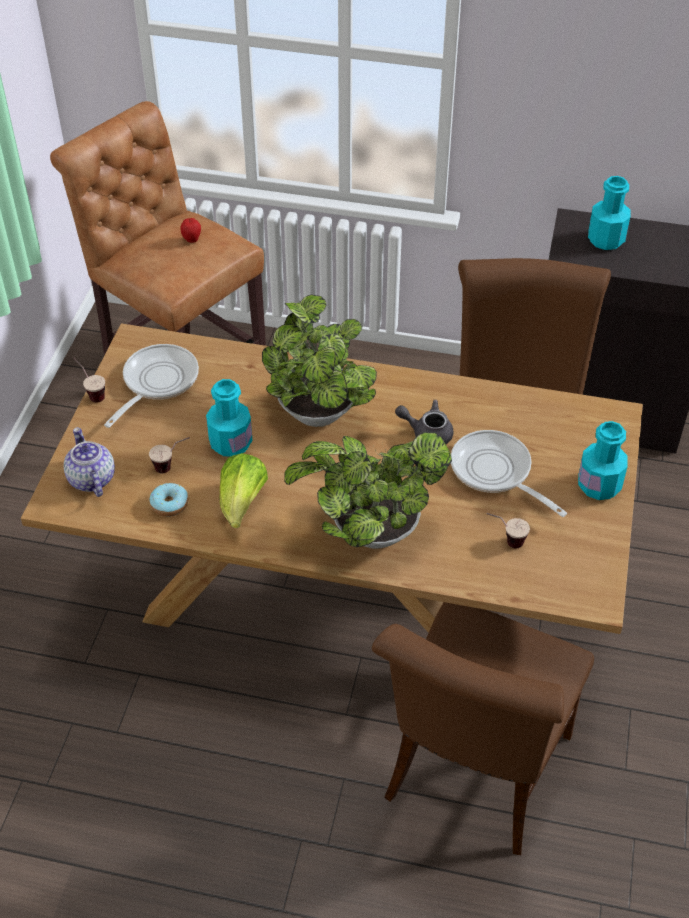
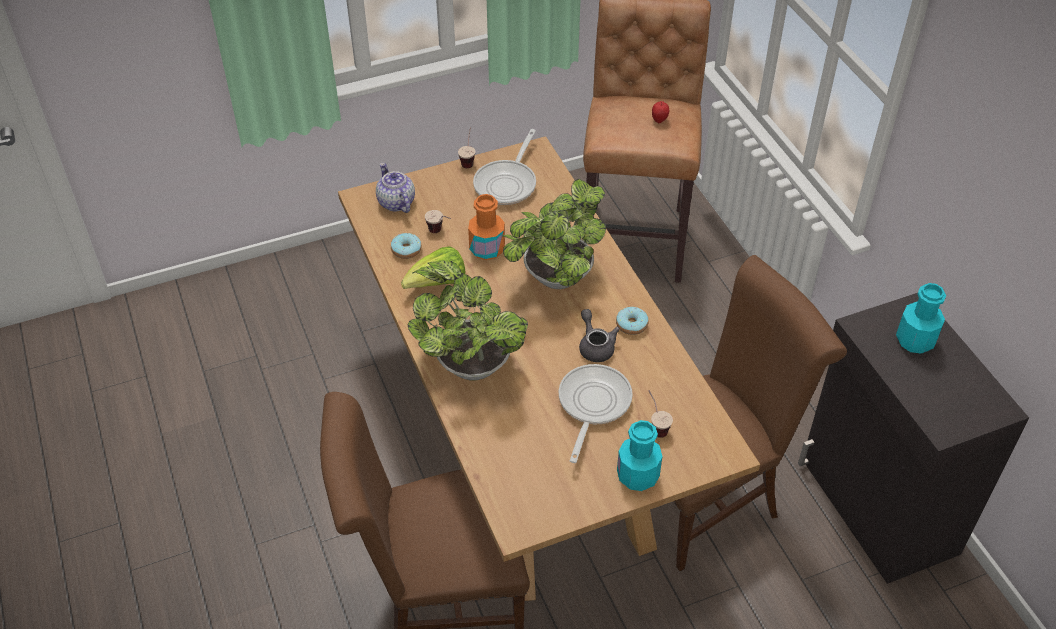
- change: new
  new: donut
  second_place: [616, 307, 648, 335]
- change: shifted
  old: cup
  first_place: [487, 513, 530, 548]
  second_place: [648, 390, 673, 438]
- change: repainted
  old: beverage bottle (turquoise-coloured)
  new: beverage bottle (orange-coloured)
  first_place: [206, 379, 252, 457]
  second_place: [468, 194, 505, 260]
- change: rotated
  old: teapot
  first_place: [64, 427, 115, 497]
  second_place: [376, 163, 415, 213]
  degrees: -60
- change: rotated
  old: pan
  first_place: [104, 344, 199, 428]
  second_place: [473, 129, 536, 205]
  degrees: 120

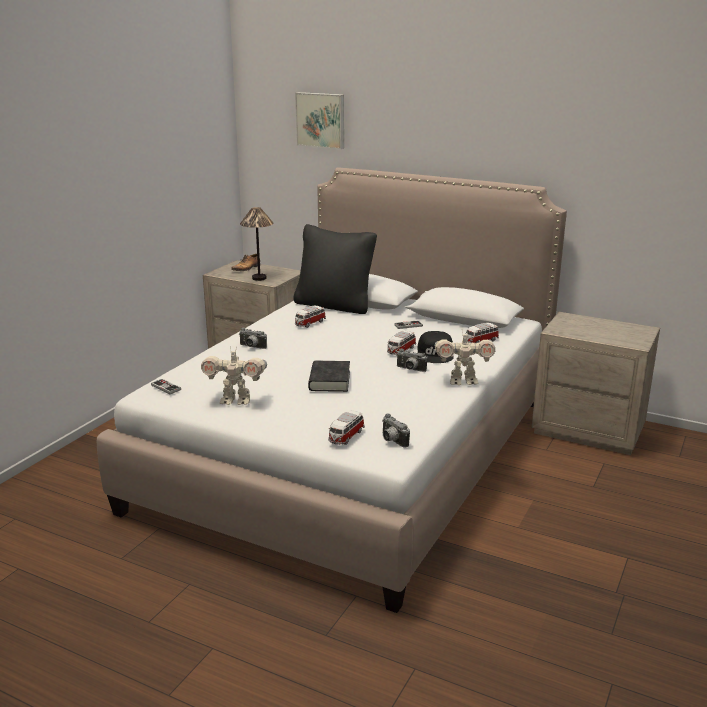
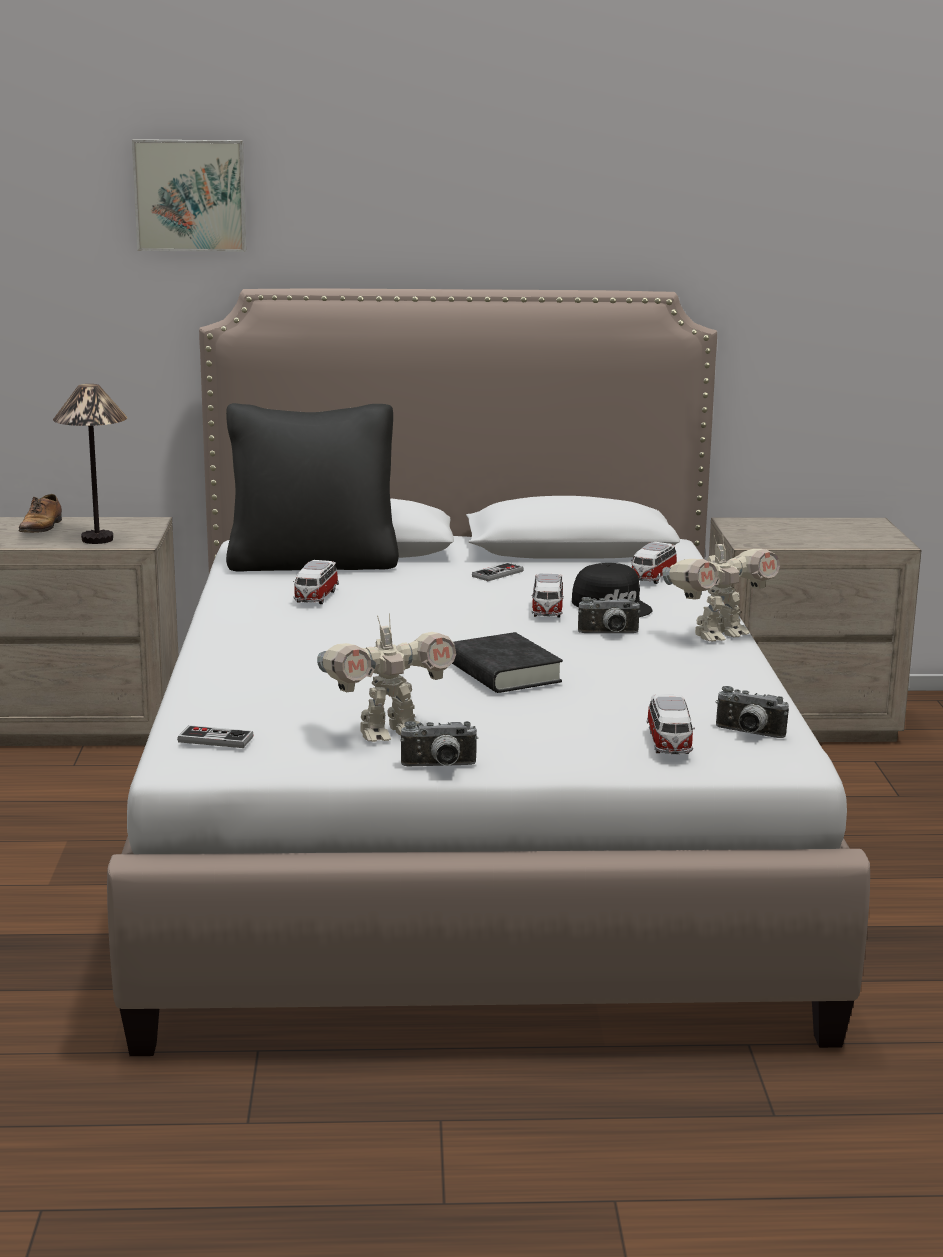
- change: shifted
  old: still camera
  first_place: [239, 328, 267, 349]
  second_place: [400, 721, 478, 766]

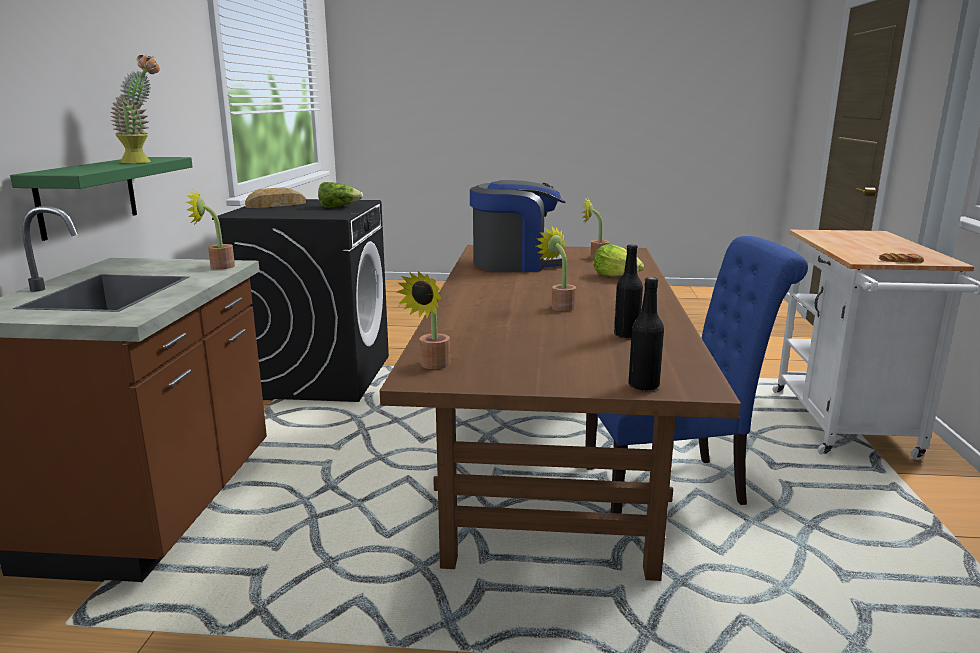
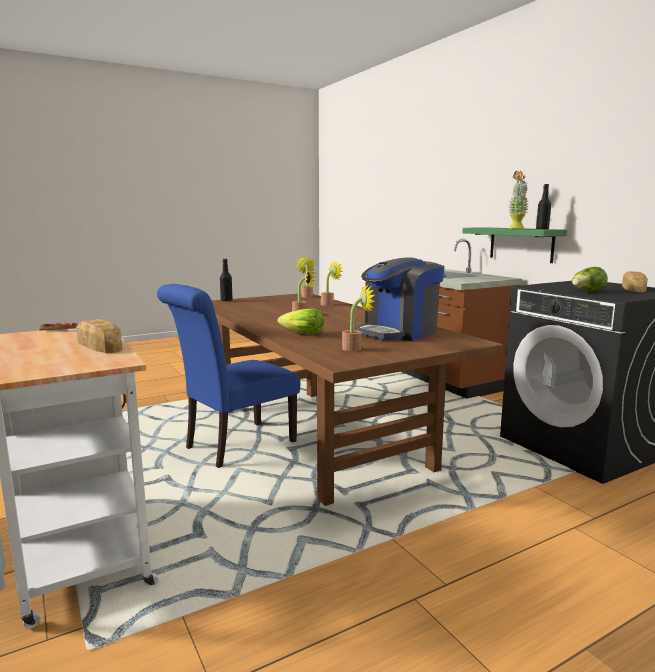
- change: new
  new: baked bread
  second_place: [76, 319, 122, 353]
- change: shifted
  old: plant in a pot
  first_place: [186, 190, 235, 269]
  second_place: [321, 261, 343, 306]
- change: shifted
  old: beverage bottle (black-coloured)
  first_place: [614, 244, 643, 338]
  second_place: [536, 184, 551, 229]

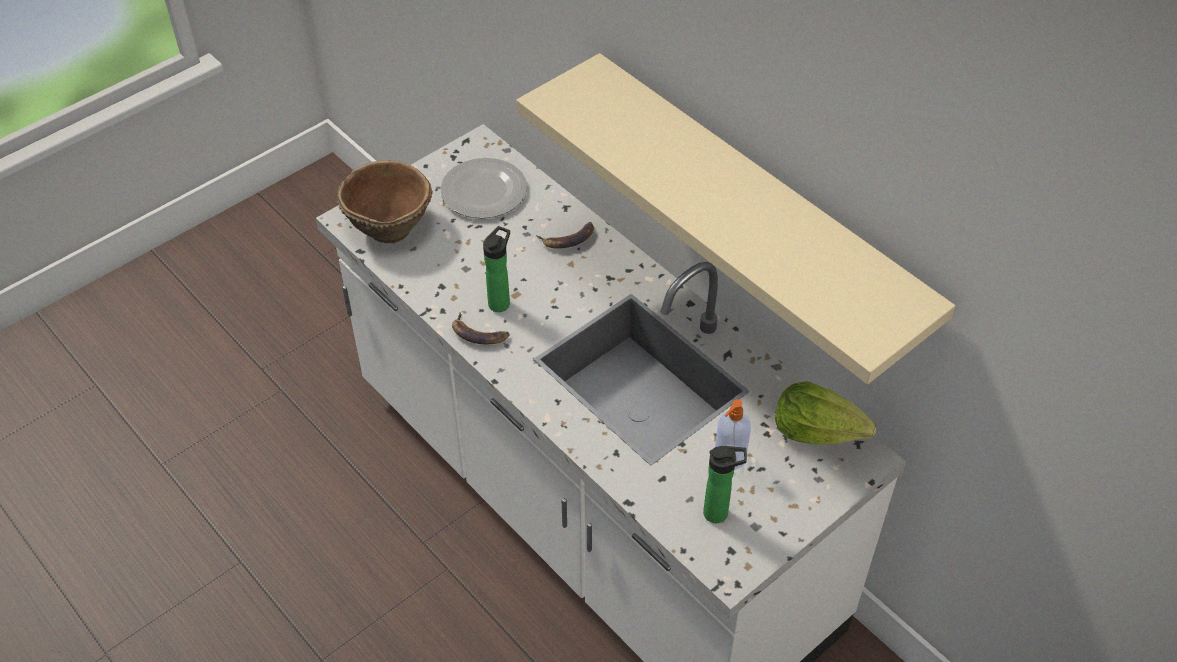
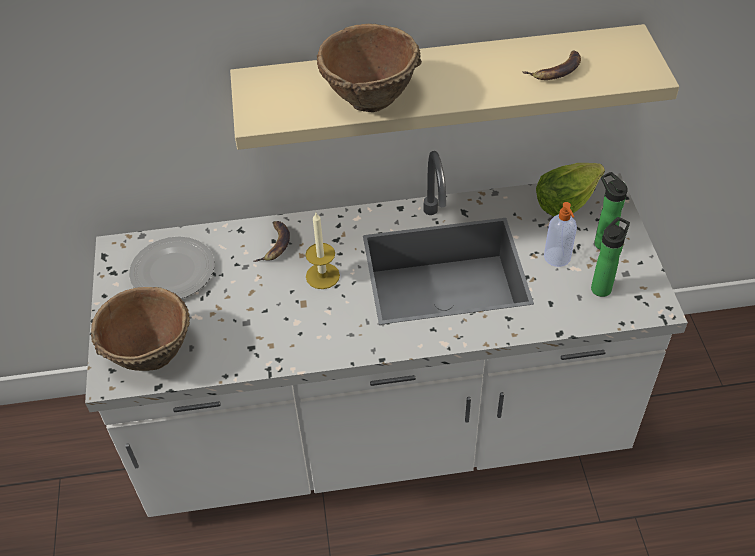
- change: new
  new: wax light
  second_place: [305, 213, 340, 289]
- change: new
  new: serving bowl (brown-coloured)
  second_place: [317, 24, 422, 112]
- change: shifted
  old: whole banana
  first_place: [452, 313, 509, 344]
  second_place: [522, 50, 581, 80]
- change: shifted
  old: beverage bottle
  first_place: [483, 226, 510, 312]
  second_place: [594, 172, 628, 250]

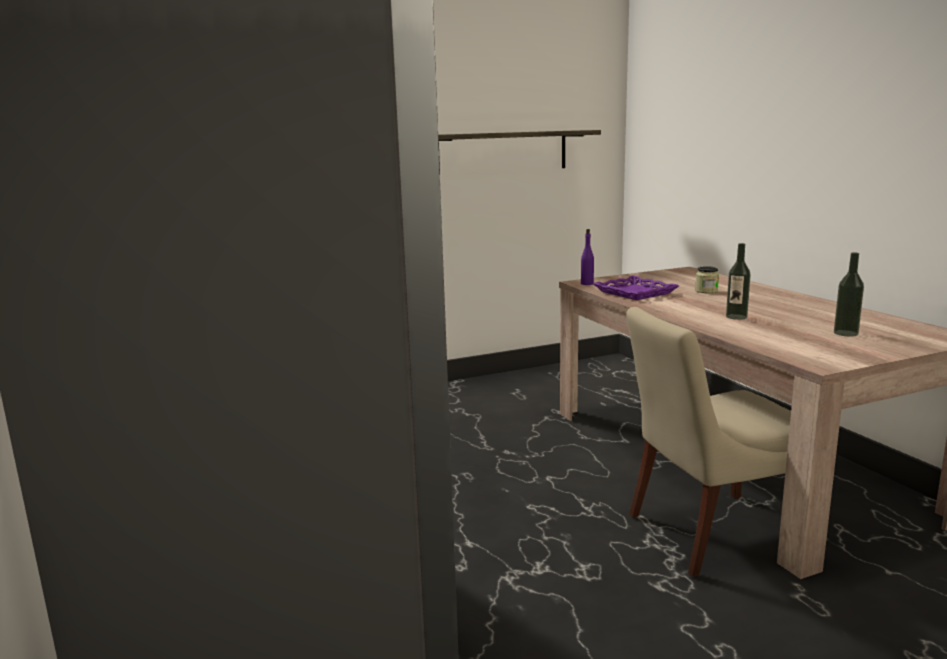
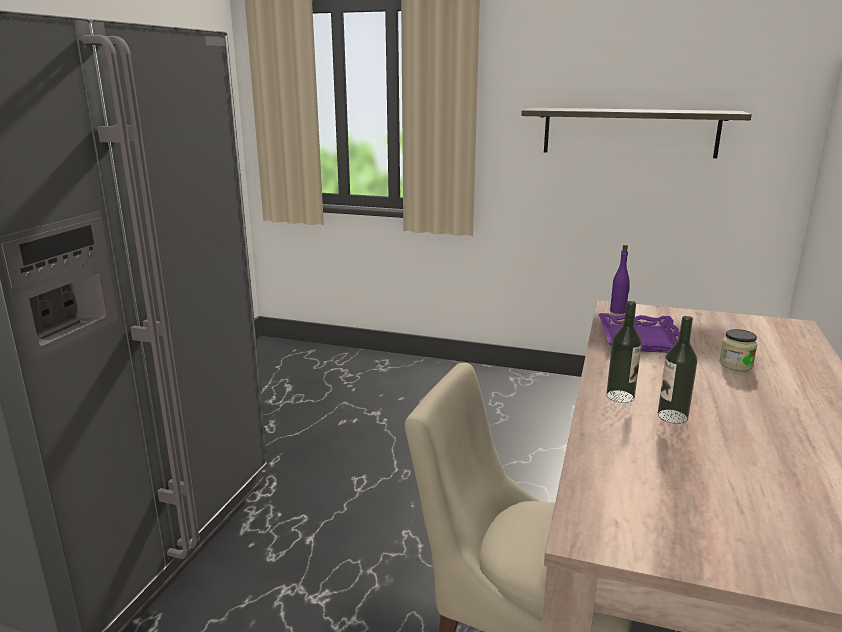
- change: shifted
  old: beverage bottle
  first_place: [834, 252, 864, 336]
  second_place: [606, 301, 642, 403]

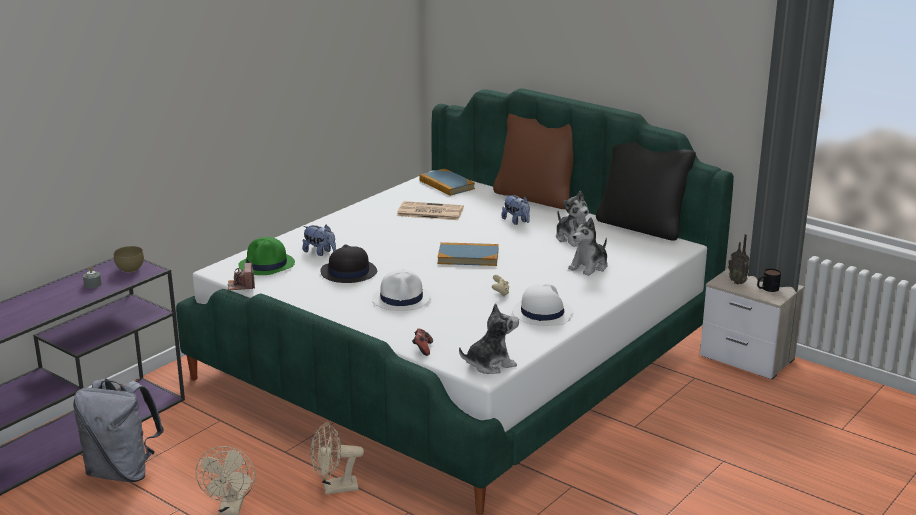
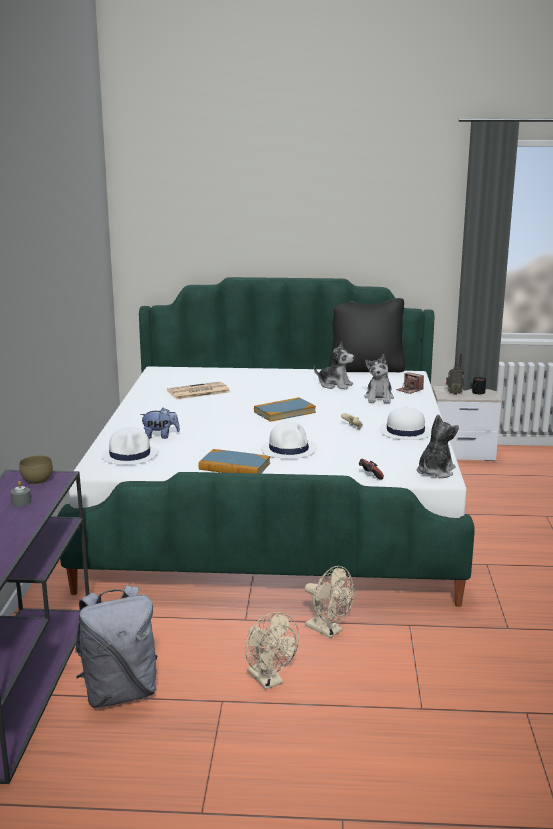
- change: gone
  old: wearable hat (black-coloured)
  first_place: [320, 244, 377, 283]
- change: gone
  old: throw pillow (brown-coloured)
  first_place: [493, 113, 573, 209]
- change: gone
  old: soft toy
  first_place: [501, 195, 530, 225]
- change: shifted
  old: still camera
  first_place: [227, 263, 255, 290]
  second_place: [396, 372, 424, 394]
- change: shifted
  old: bound book
  first_place: [419, 169, 475, 196]
  second_place: [199, 449, 270, 474]
- change: repainted
  old: wearable hat (greenish)
  new: wearable hat (white-coloured)
  first_place: [238, 237, 295, 275]
  second_place: [101, 427, 158, 465]
- change: rotated
  old: fan (beige-coloured)
  first_place: [311, 421, 364, 494]
  second_place: [305, 566, 355, 638]
  degrees: -90

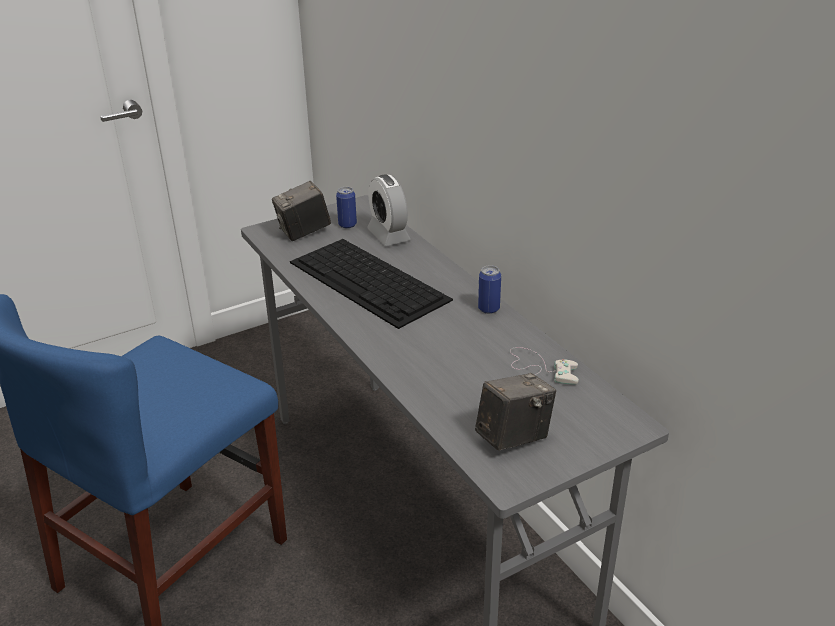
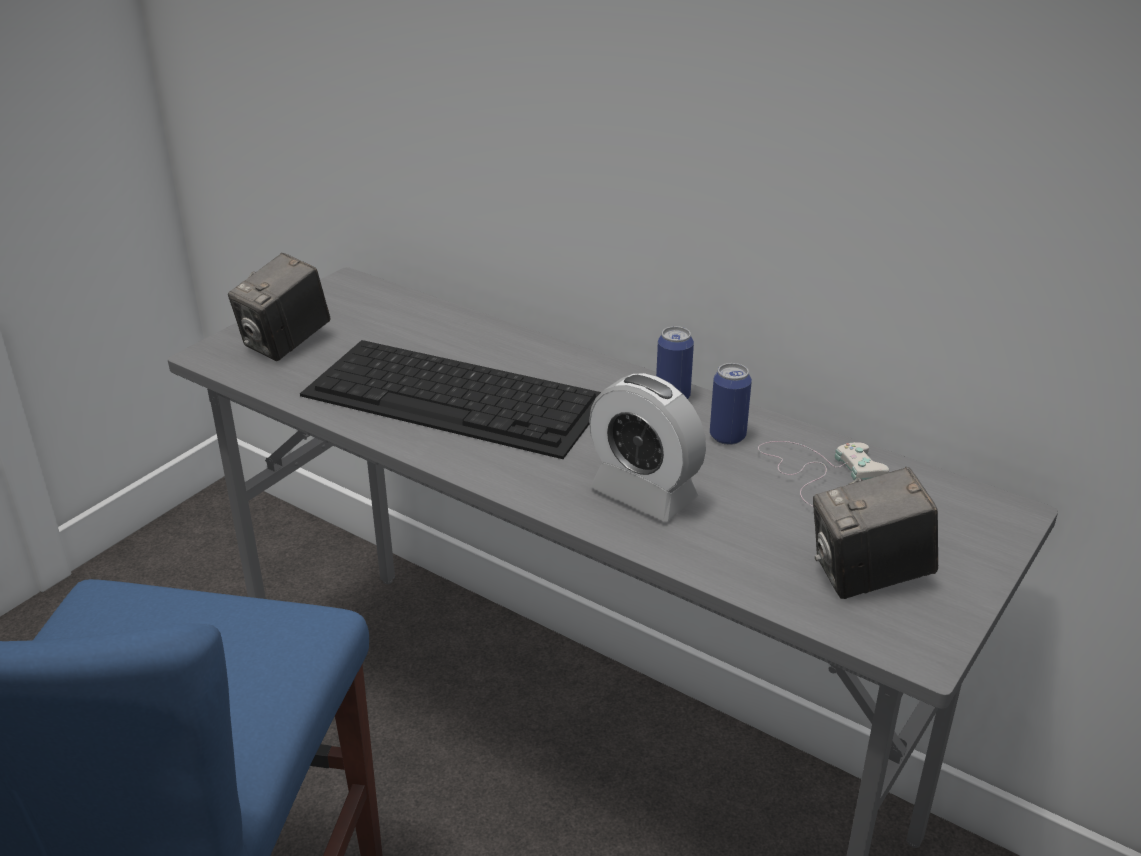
- change: shifted
  old: sealed can
  first_place: [336, 187, 357, 228]
  second_place: [710, 363, 752, 445]
- change: shifted
  old: bedside clock
  first_place: [367, 174, 411, 246]
  second_place: [589, 373, 706, 521]
- change: rotated
  old: still camera
  first_place: [475, 373, 556, 451]
  second_place: [813, 467, 938, 599]
  degrees: -135

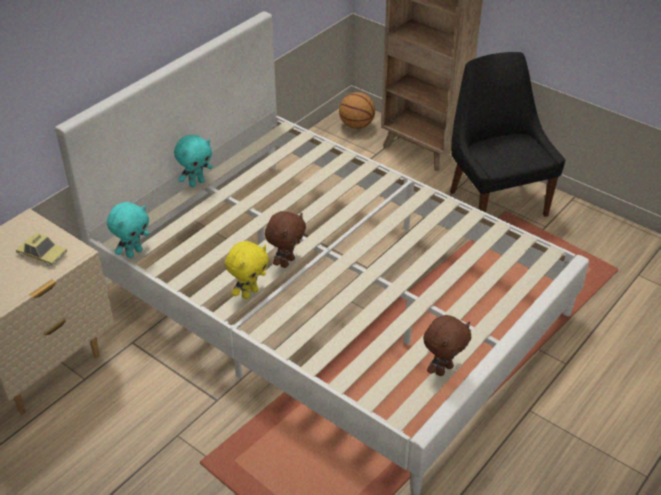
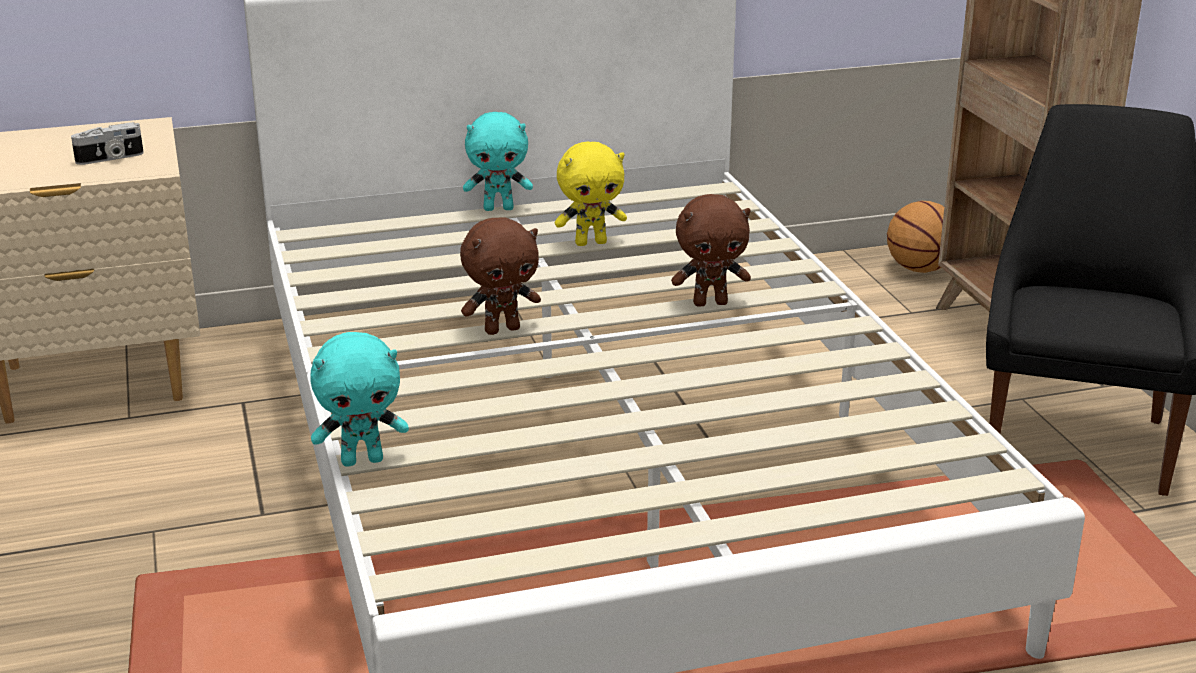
- change: shifted
  old: soft toy (turquoise-coloured)
  first_place: [107, 202, 149, 258]
  second_place: [310, 332, 409, 466]
- change: shifted
  old: soft toy (yellowish)
  first_place: [225, 241, 269, 299]
  second_place: [554, 142, 627, 246]
- change: shifted
  old: soft toy (brown-coloured)
  first_place: [423, 315, 471, 376]
  second_place: [671, 194, 751, 307]
- change: swapped
  old: toy car
  new: still camera
  first_place: [16, 232, 67, 267]
  second_place: [71, 122, 144, 165]

